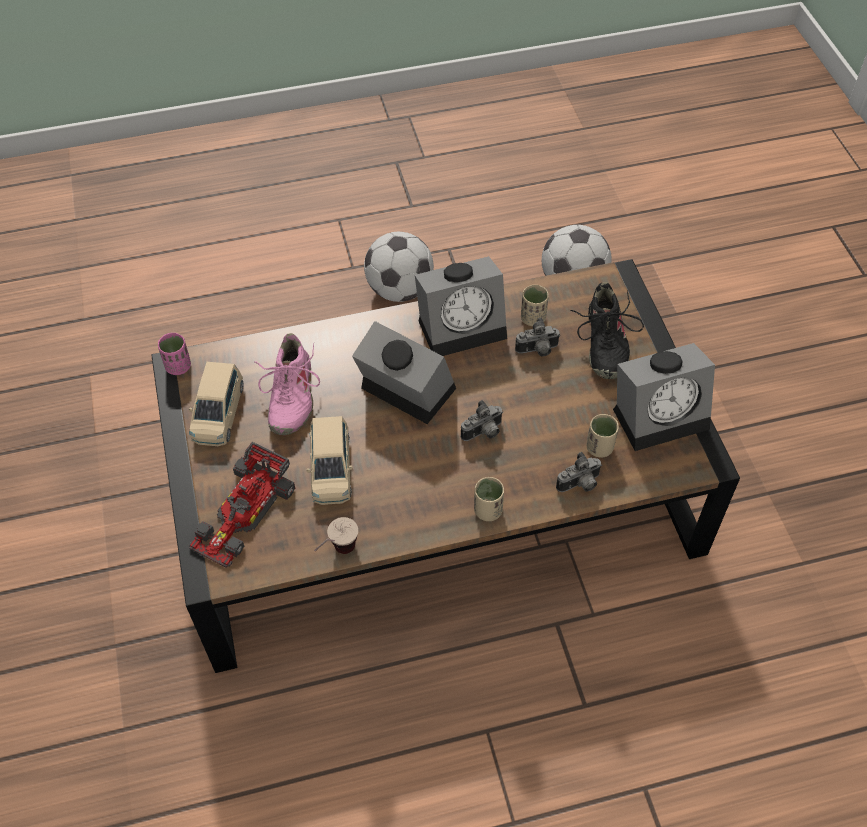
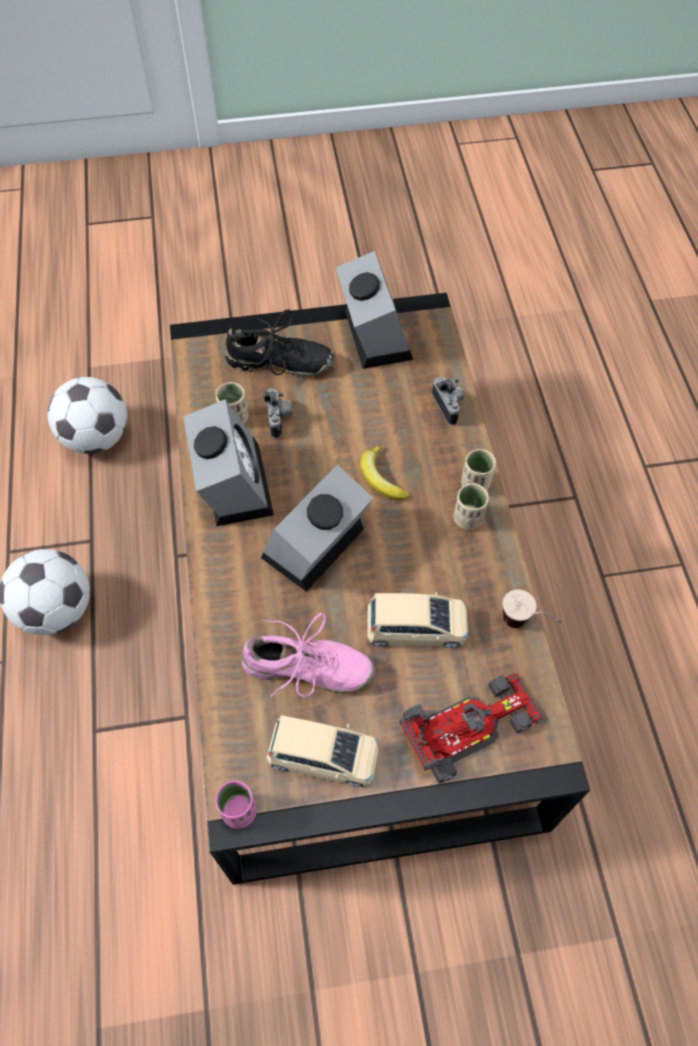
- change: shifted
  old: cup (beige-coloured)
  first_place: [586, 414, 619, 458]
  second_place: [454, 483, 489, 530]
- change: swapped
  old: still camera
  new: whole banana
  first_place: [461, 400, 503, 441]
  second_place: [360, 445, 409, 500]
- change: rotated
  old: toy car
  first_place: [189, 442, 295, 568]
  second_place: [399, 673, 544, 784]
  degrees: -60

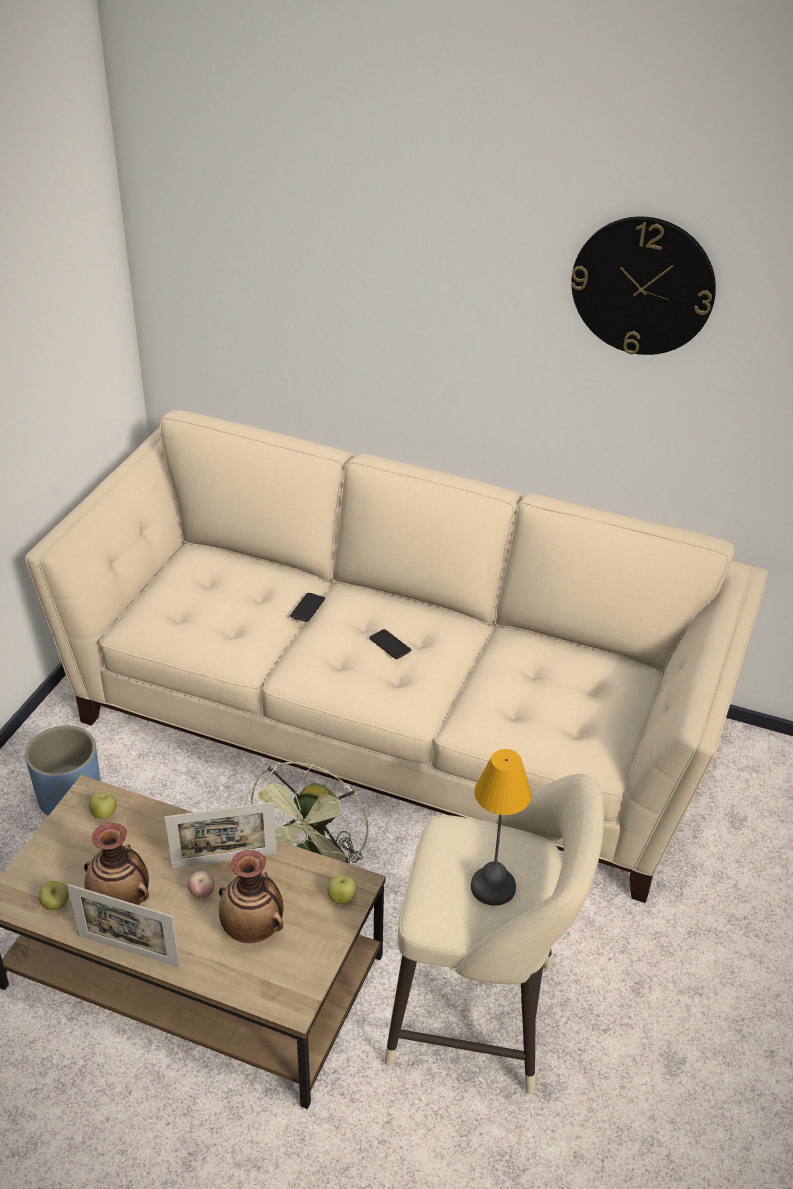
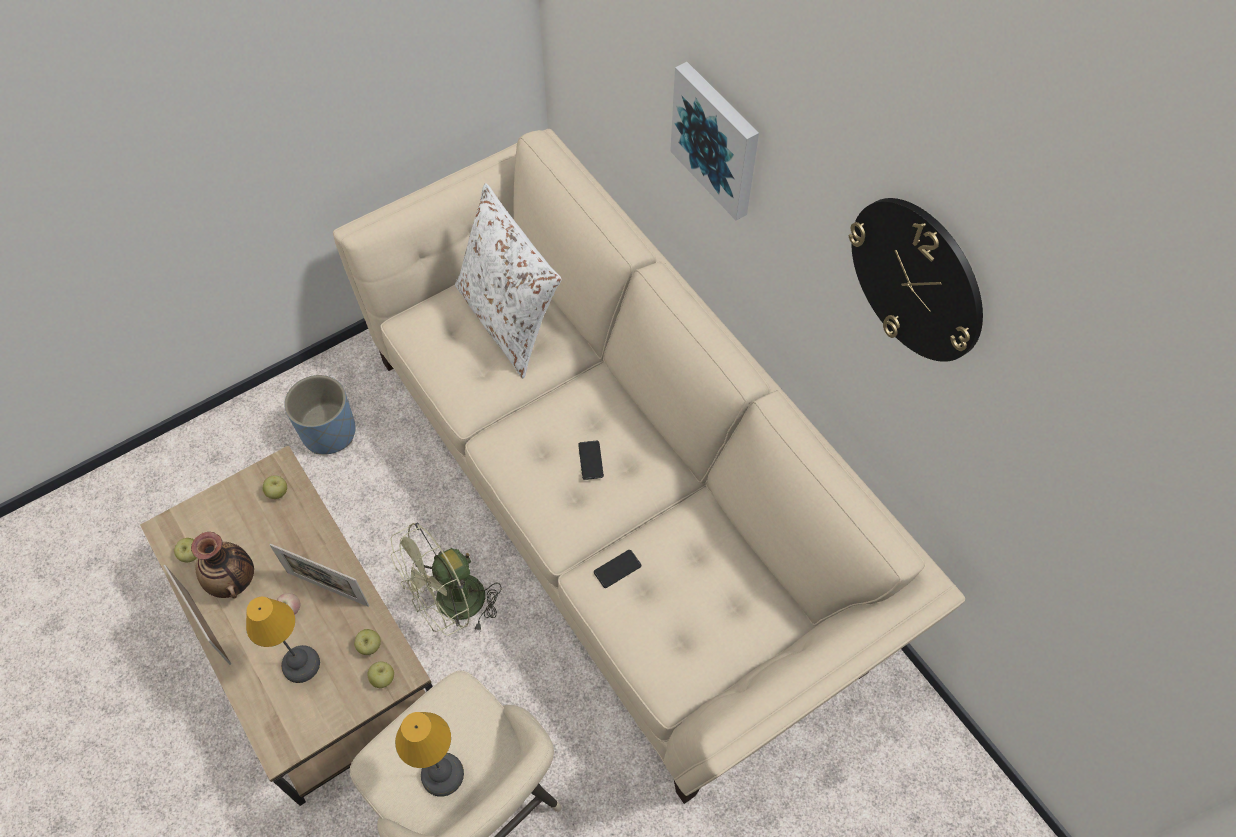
- change: new
  new: whole apple
  second_place: [354, 629, 381, 655]
- change: new
  new: throw pillow (white-coloured)
  second_place: [455, 183, 561, 378]
- change: new
  new: wall picture
  second_place: [670, 62, 759, 221]
- change: shifted
  old: telephone
  first_place: [290, 593, 325, 622]
  second_place: [594, 550, 641, 588]
- change: swapped
  old: flower vase
  new: tabletop lamp
  first_place: [219, 850, 283, 943]
  second_place: [246, 597, 320, 683]

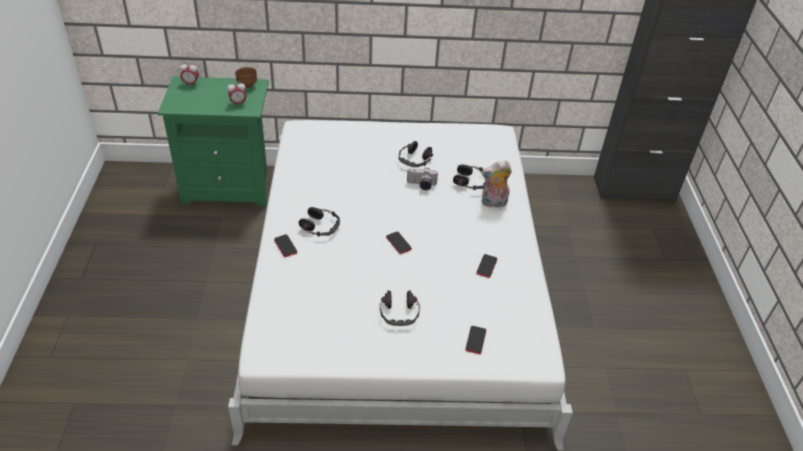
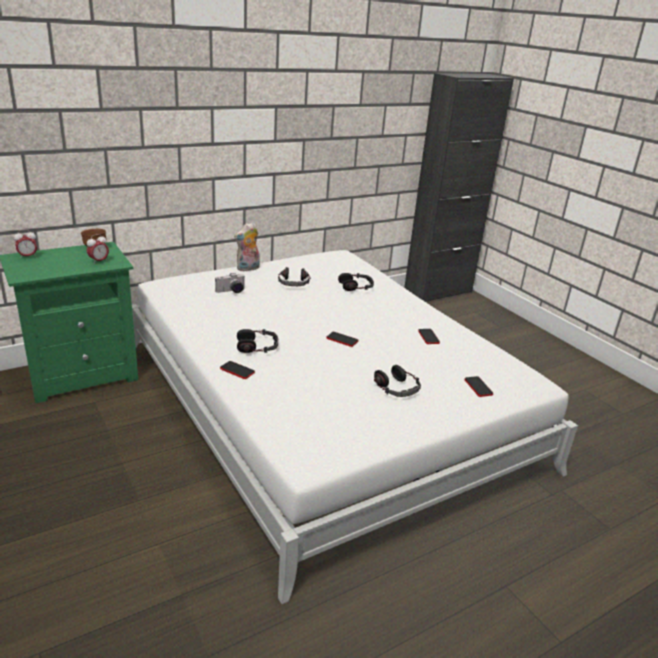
- change: shifted
  old: still camera
  first_place: [407, 168, 439, 190]
  second_place: [215, 273, 245, 293]
- change: shifted
  old: soft toy
  first_place: [481, 160, 512, 208]
  second_place: [234, 222, 260, 271]

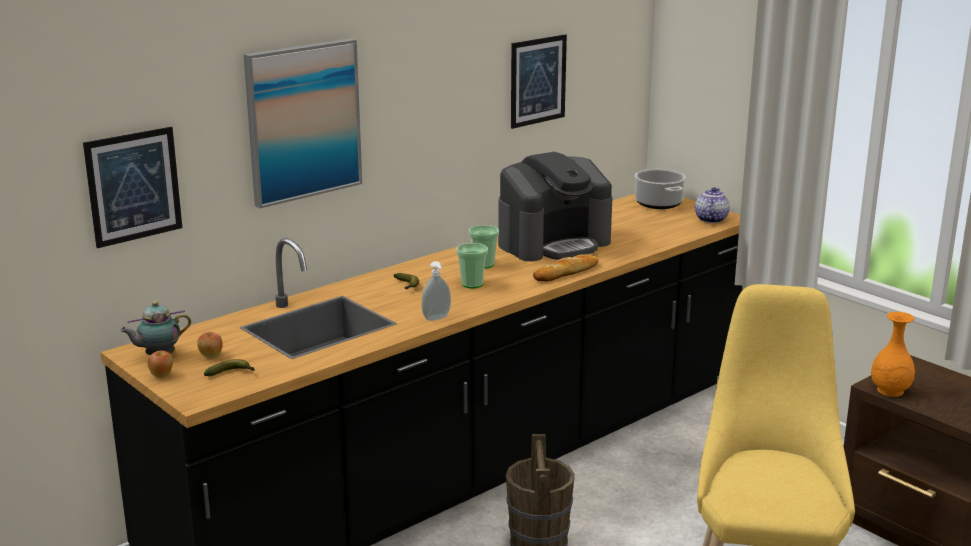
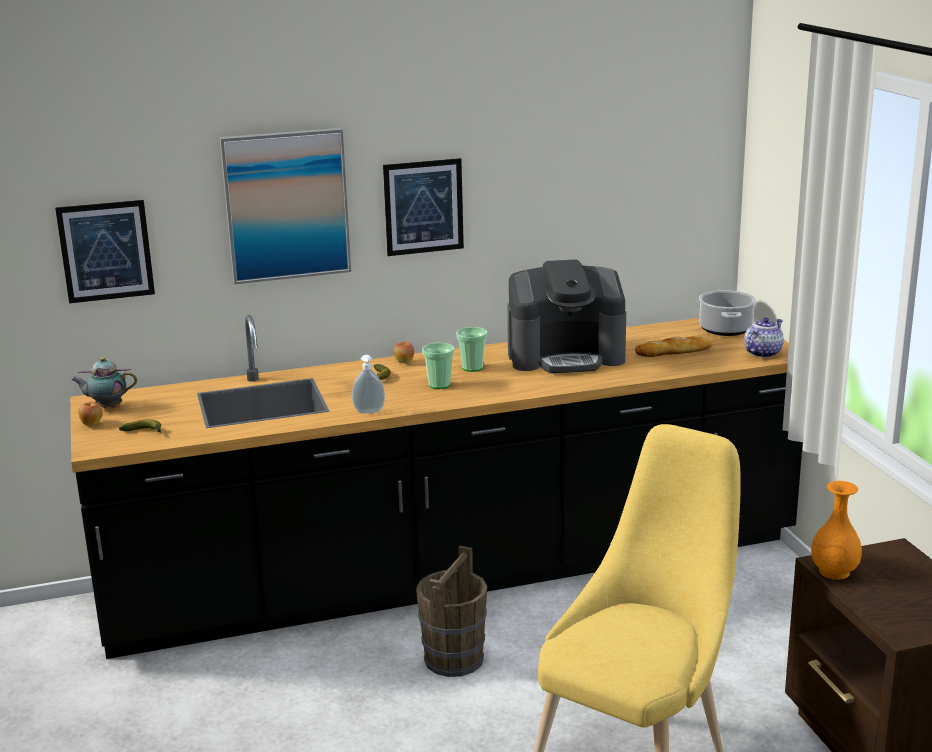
- change: shifted
  old: whole apple
  first_place: [197, 332, 223, 358]
  second_place: [394, 342, 414, 364]
- change: shifted
  old: wall picture
  first_place: [511, 34, 567, 129]
  second_place: [383, 158, 464, 256]
- change: shifted
  old: baked bread
  first_place: [533, 254, 599, 282]
  second_place: [635, 336, 712, 357]

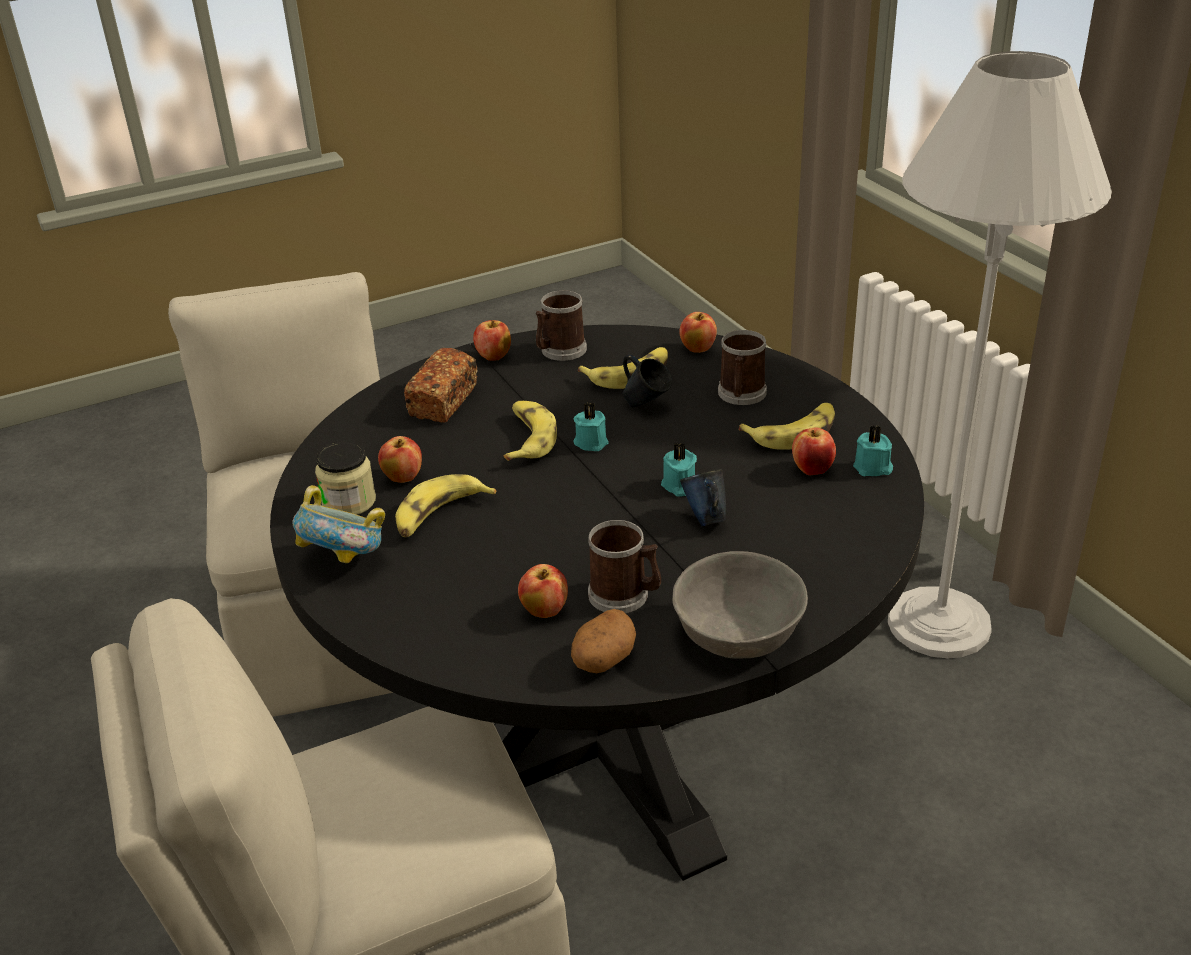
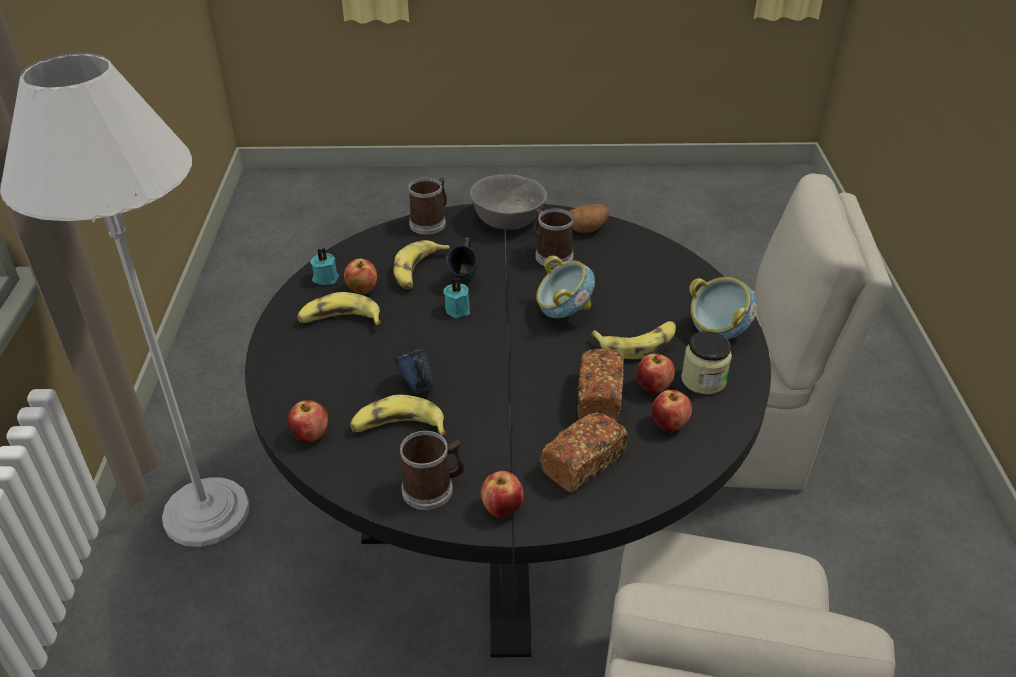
- change: gone
  old: wax light (turquoise-coloured)
  first_place: [574, 402, 609, 451]
- change: new
  new: serving bowl
  second_place: [536, 256, 595, 318]
- change: new
  new: baked bread
  second_place: [577, 348, 624, 422]
- change: shifted
  old: whole banana
  first_place: [503, 401, 557, 461]
  second_place: [393, 240, 450, 289]
- change: shifted
  old: whole apple
  first_place: [518, 564, 568, 618]
  second_place: [652, 390, 692, 432]
- change: shifted
  old: coffee mug
  first_place: [718, 330, 767, 405]
  second_place: [408, 177, 447, 235]

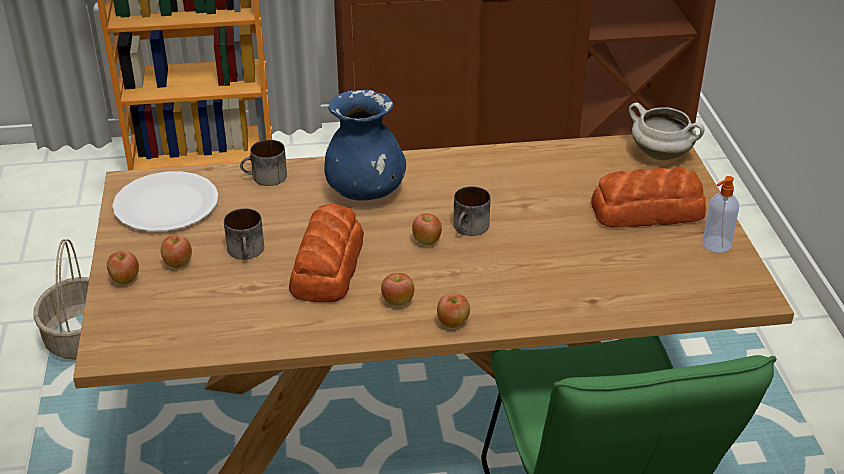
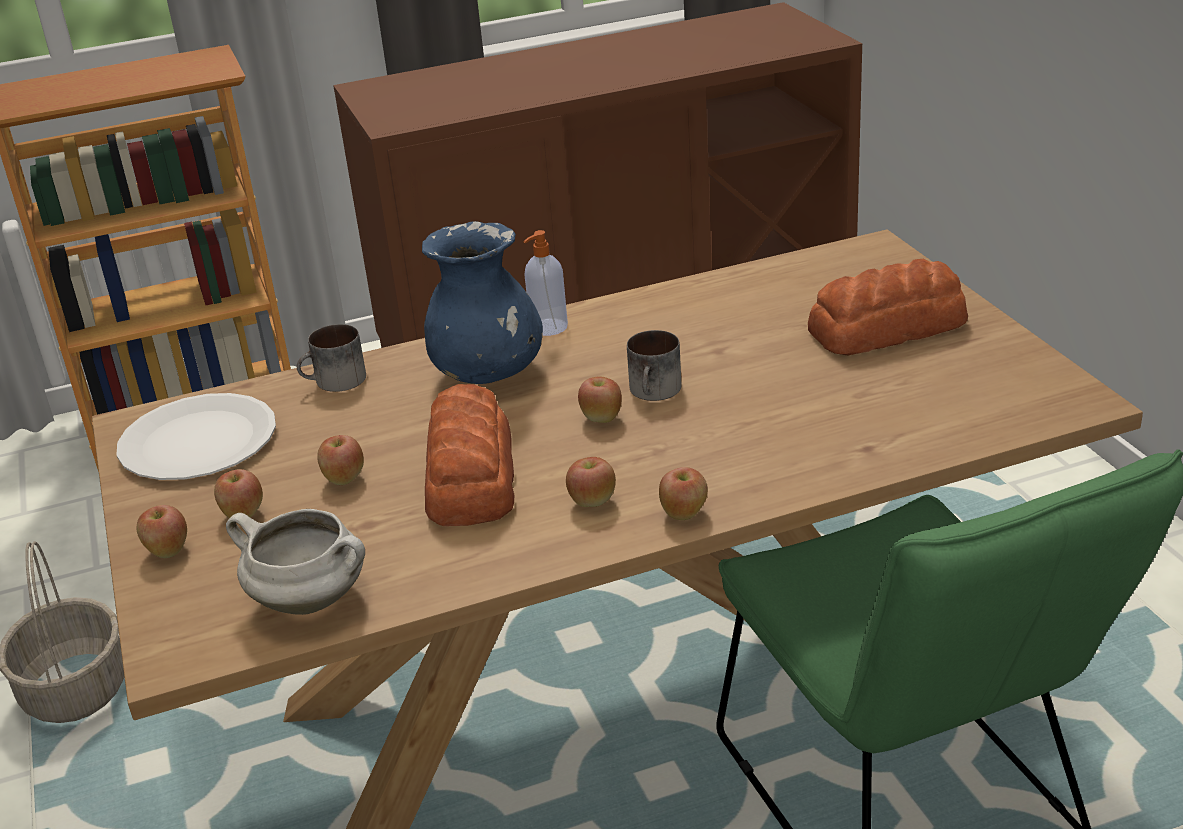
- change: shifted
  old: cooking pot (white-coloured)
  first_place: [629, 103, 705, 160]
  second_place: [226, 509, 365, 615]
- change: shifted
  old: soap bottle
  first_place: [702, 176, 739, 253]
  second_place: [523, 230, 568, 336]
- change: swapped
  old: coffee mug
  new: whole apple
  first_place: [224, 208, 264, 260]
  second_place: [317, 435, 364, 485]

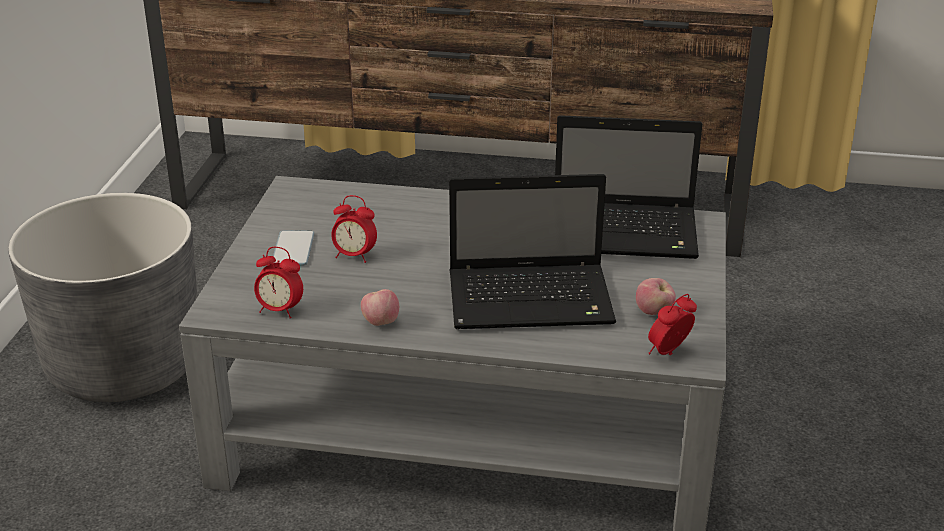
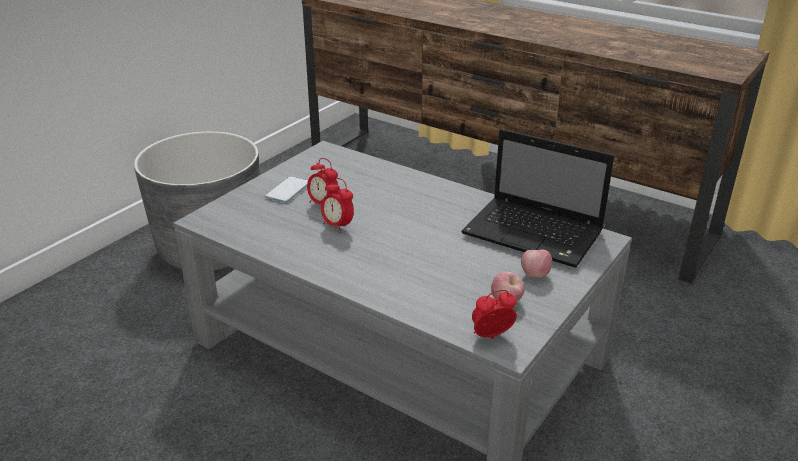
- change: gone
  old: notebook computer
  first_place: [449, 174, 616, 329]
- change: shifted
  old: bedside clock
  first_place: [254, 247, 303, 318]
  second_place: [321, 178, 354, 233]
- change: shifted
  old: whole apple
  first_place: [361, 289, 399, 326]
  second_place: [521, 250, 552, 277]

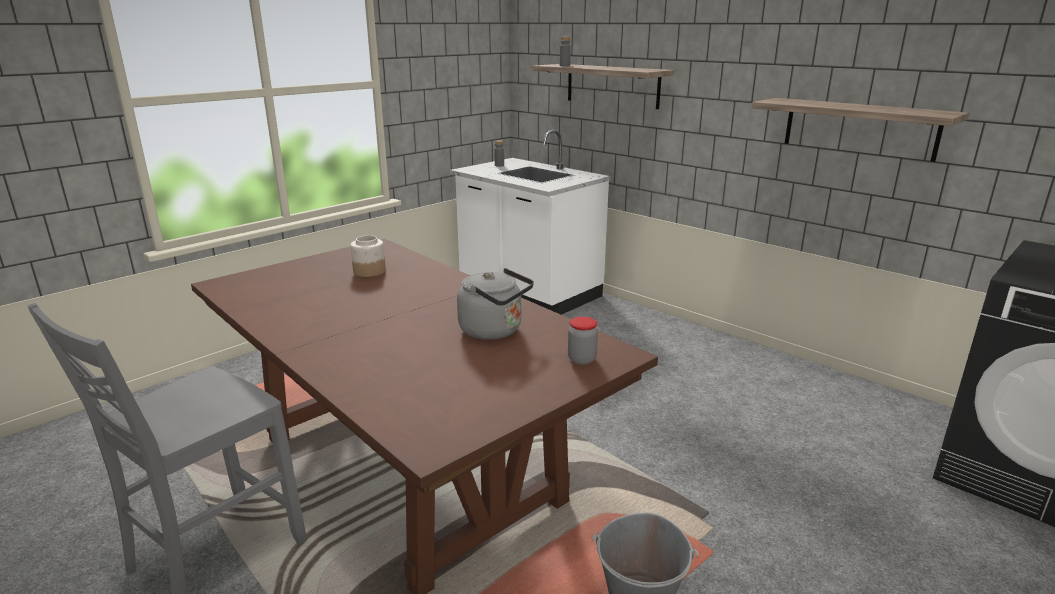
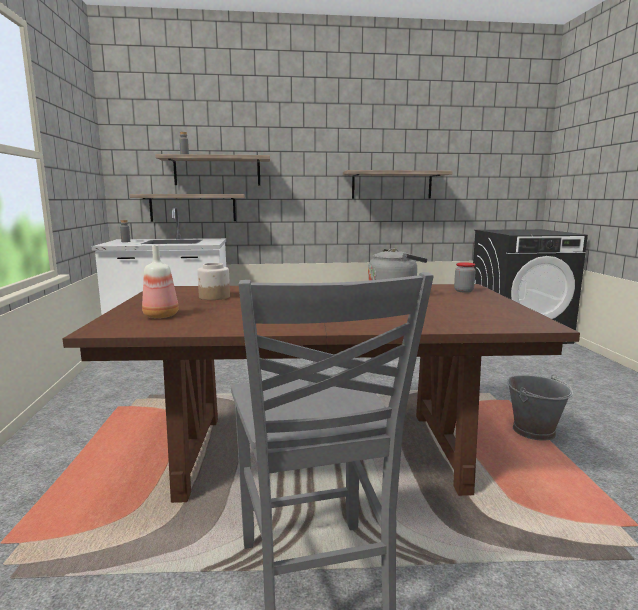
- change: new
  new: bracket shelf
  second_place: [129, 194, 245, 222]
- change: new
  new: beverage bottle
  second_place: [142, 245, 179, 318]

